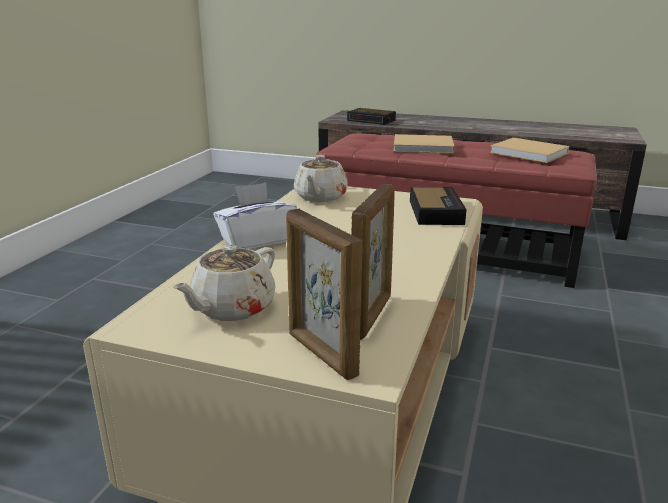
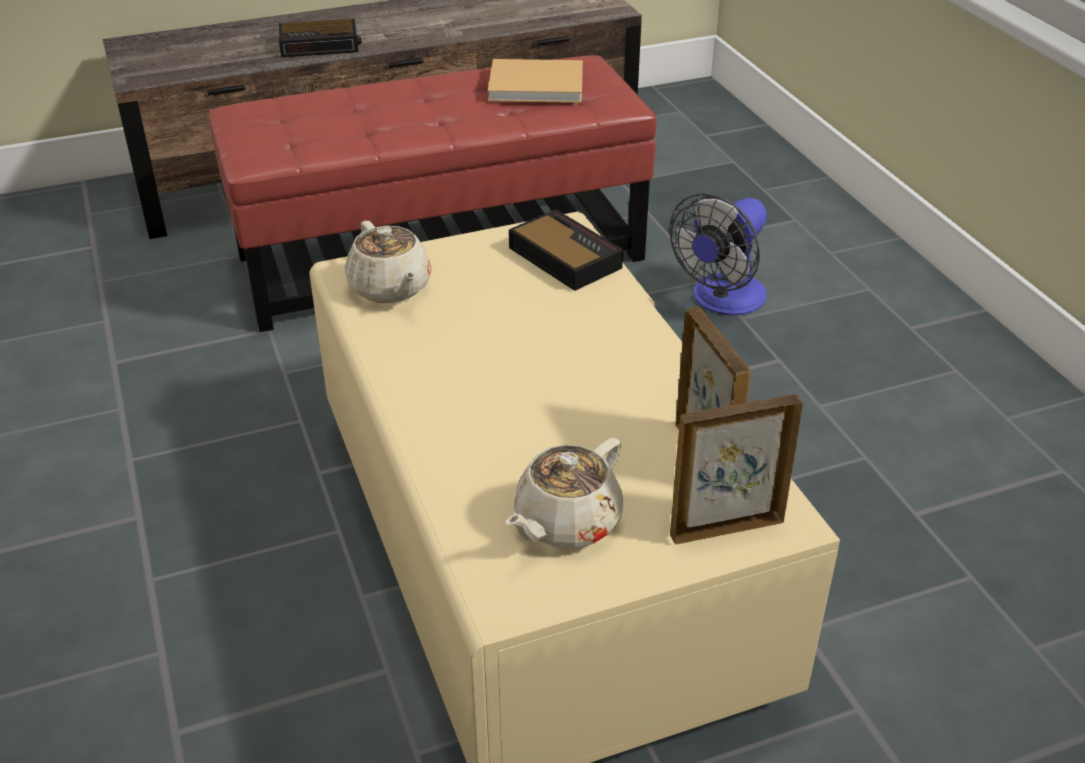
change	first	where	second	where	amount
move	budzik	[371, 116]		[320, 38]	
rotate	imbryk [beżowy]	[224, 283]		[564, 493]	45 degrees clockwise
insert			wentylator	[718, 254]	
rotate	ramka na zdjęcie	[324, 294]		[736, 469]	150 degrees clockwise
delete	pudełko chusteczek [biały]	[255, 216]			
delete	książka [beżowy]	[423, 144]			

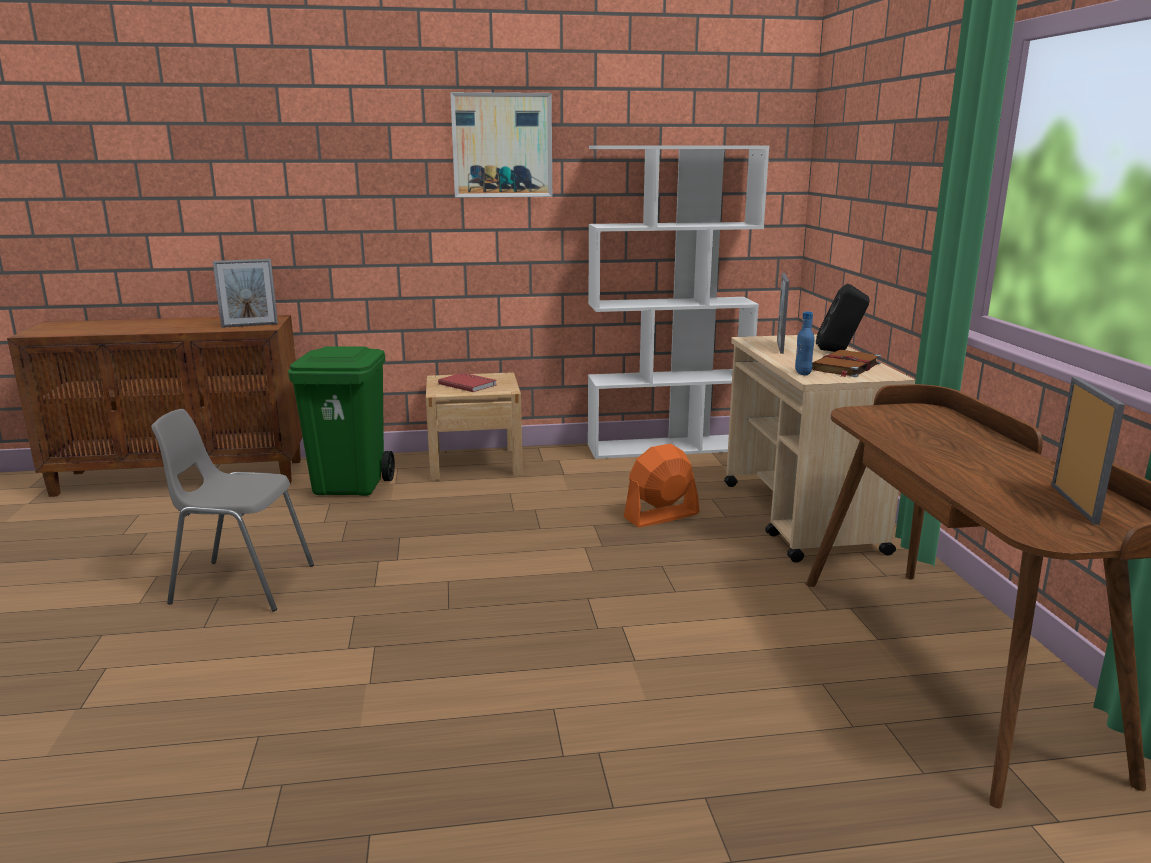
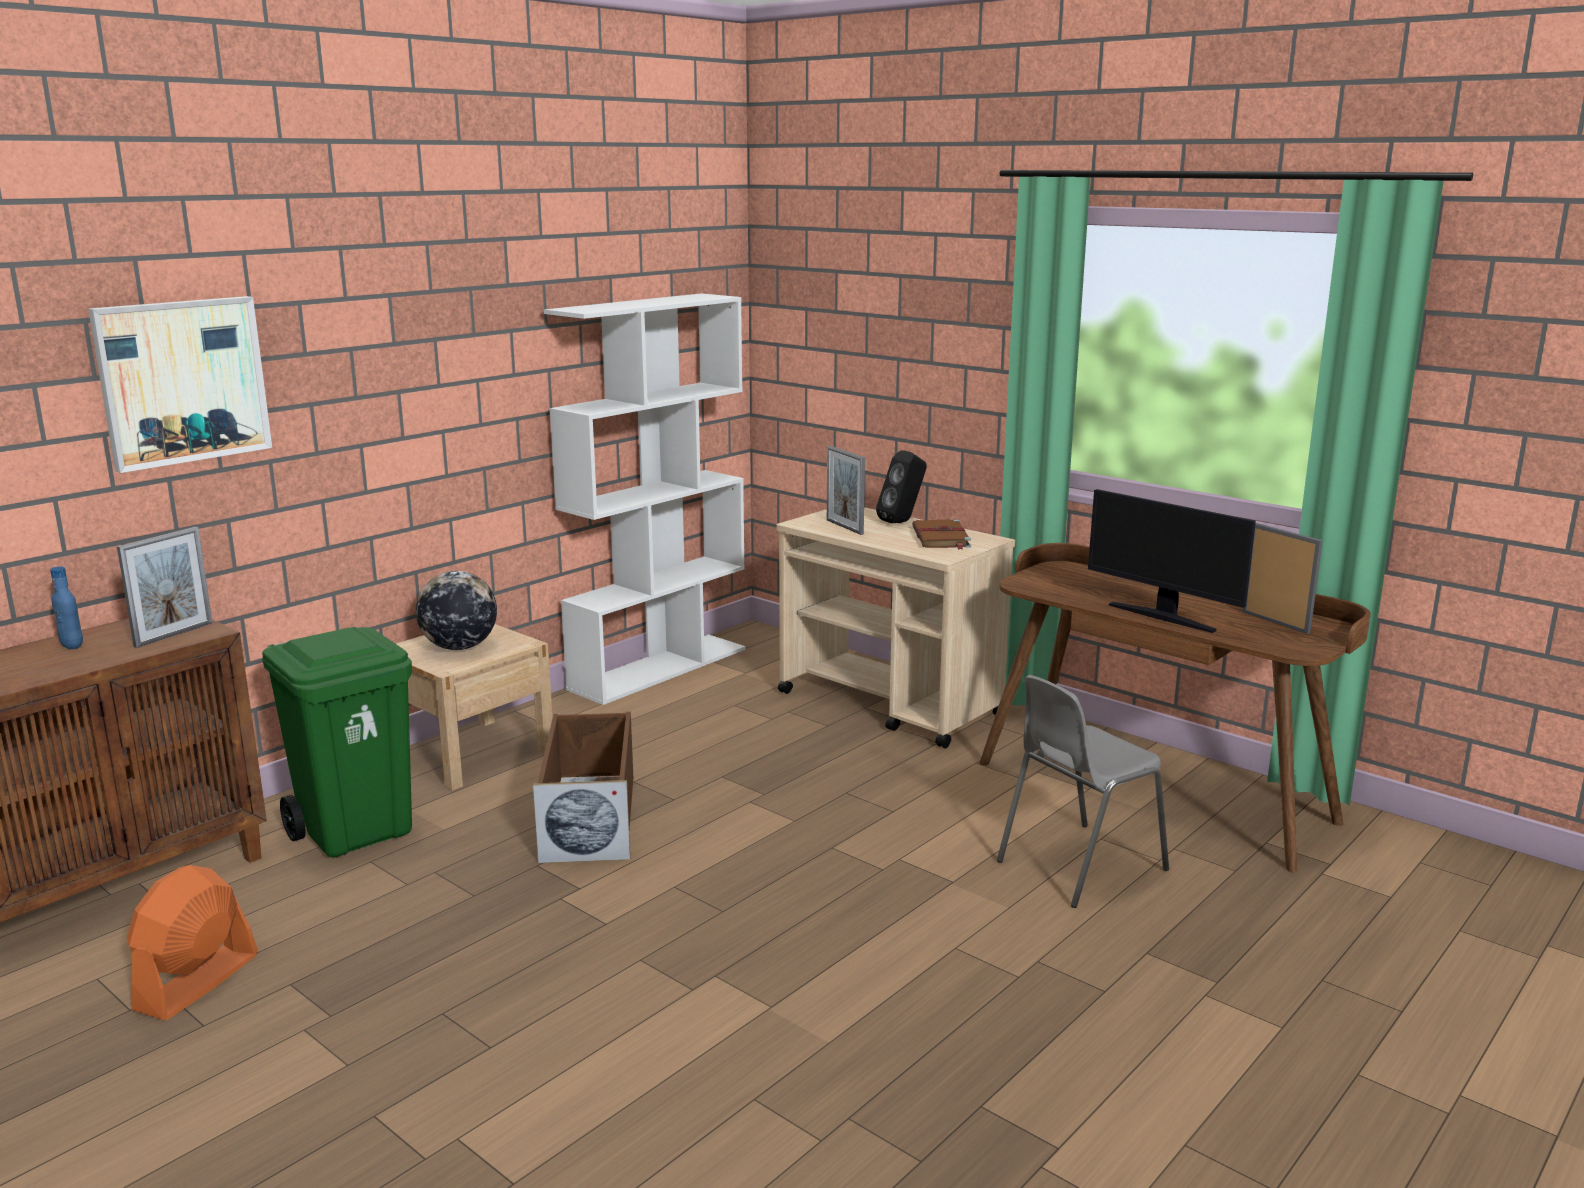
change	first	where	second	where	amount
move	butelka [niebieski]	[805, 343]		[66, 607]	
move	obraz	[501, 144]		[180, 384]	
move	wentylator [pomarańczowy]	[662, 486]		[192, 942]	
replace	książka [czerwony]	[467, 382]	globus	[456, 610]	
insert			pojemnik do przechowywania [brązowy]	[583, 787]	
move	krzesło [szary]	[232, 510]		[1083, 791]	
insert			monitor	[1172, 561]	

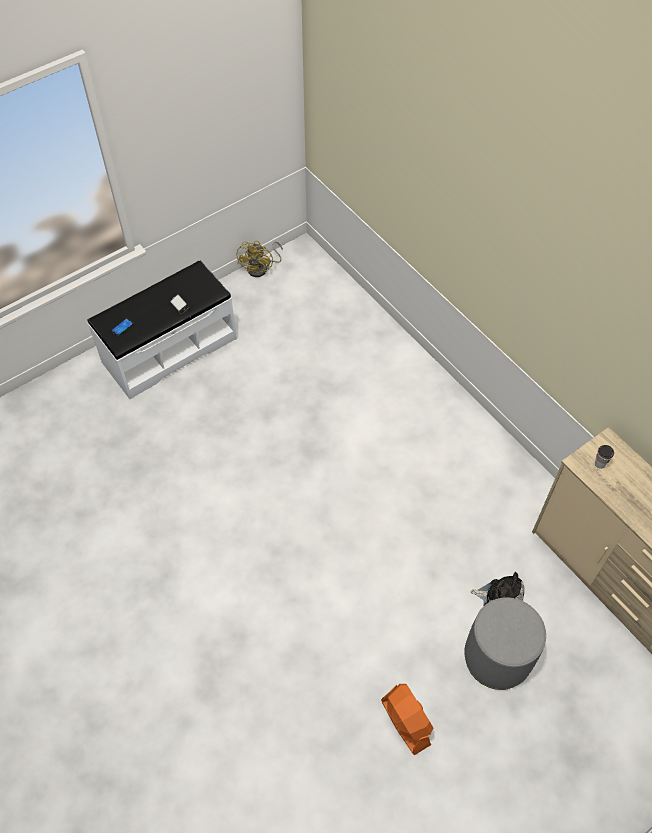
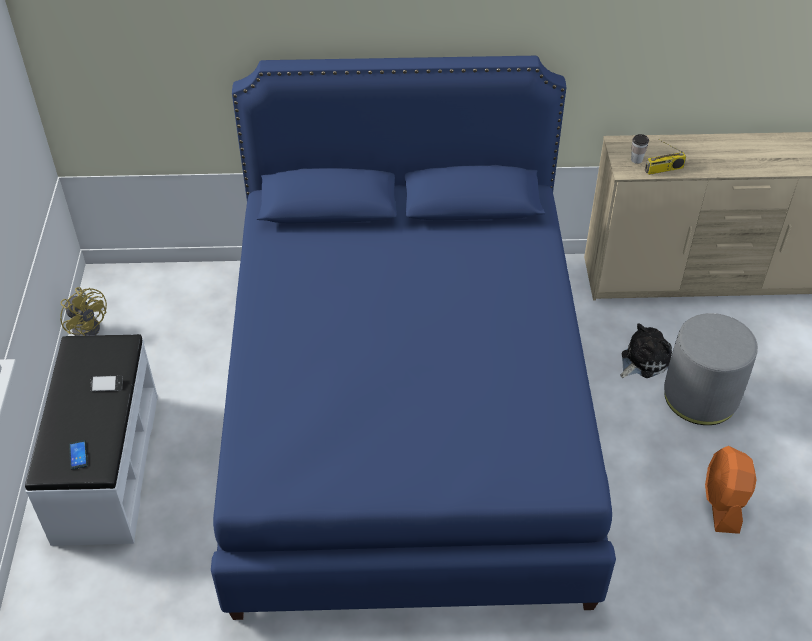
change	first	where	second	where	amount
insert			łóżko [niebieski]	[413, 338]	
insert			radio	[665, 157]	
rotate	wentylator [pomarańczowy]	[407, 719]		[730, 490]	90 degrees counterclockwise

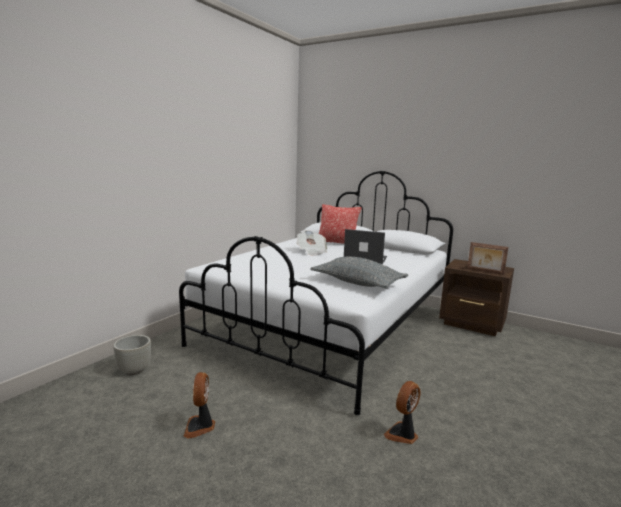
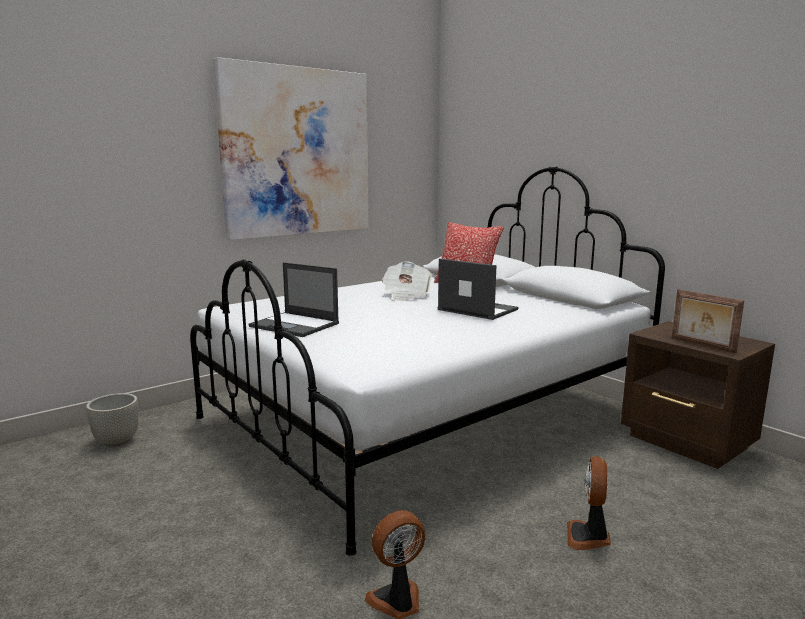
change	first	where	second	where	amount
insert			obraz	[291, 148]	
insert			laptop	[294, 299]	
move	wentylator	[199, 405]		[589, 503]	
delete	poduszka [szary]	[359, 272]			

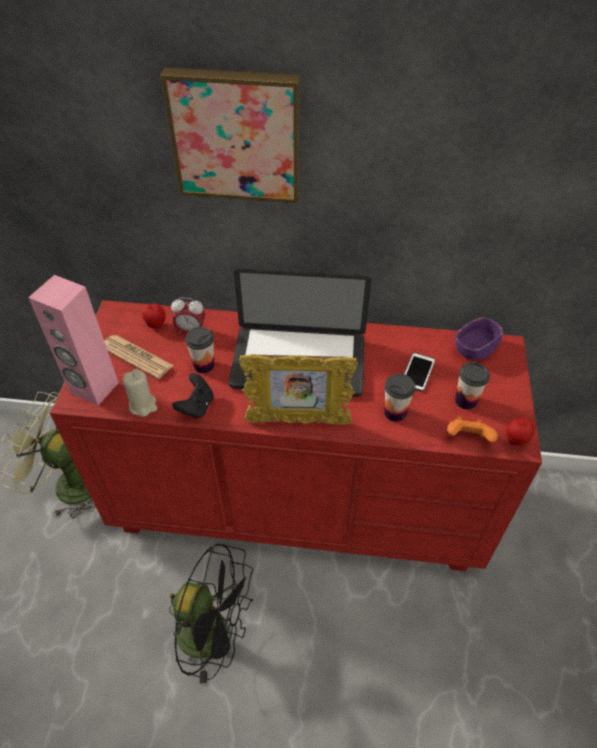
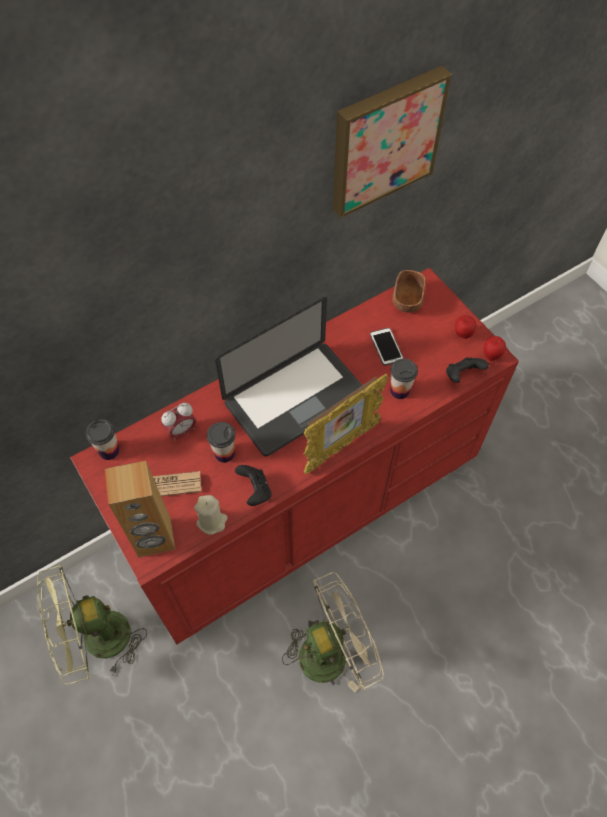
change	first	where	second	where	amount
move	filiżanka	[472, 386]		[103, 439]	
recolor	głośnik [różowy]	[73, 340]	głośnik [brązowy]	[140, 509]	
recolor	wentylator [czarny]	[211, 614]	wentylator [beżowy]	[333, 632]	
move	obraz	[230, 135]		[392, 142]	
recolor	miska [fioletowy]	[479, 338]	miska [brązowy]	[409, 291]	
recolor	pad do gier [pomarańczowy]	[472, 429]	pad do gier [czarny]	[467, 370]	
move	jabłko	[154, 316]		[465, 327]	

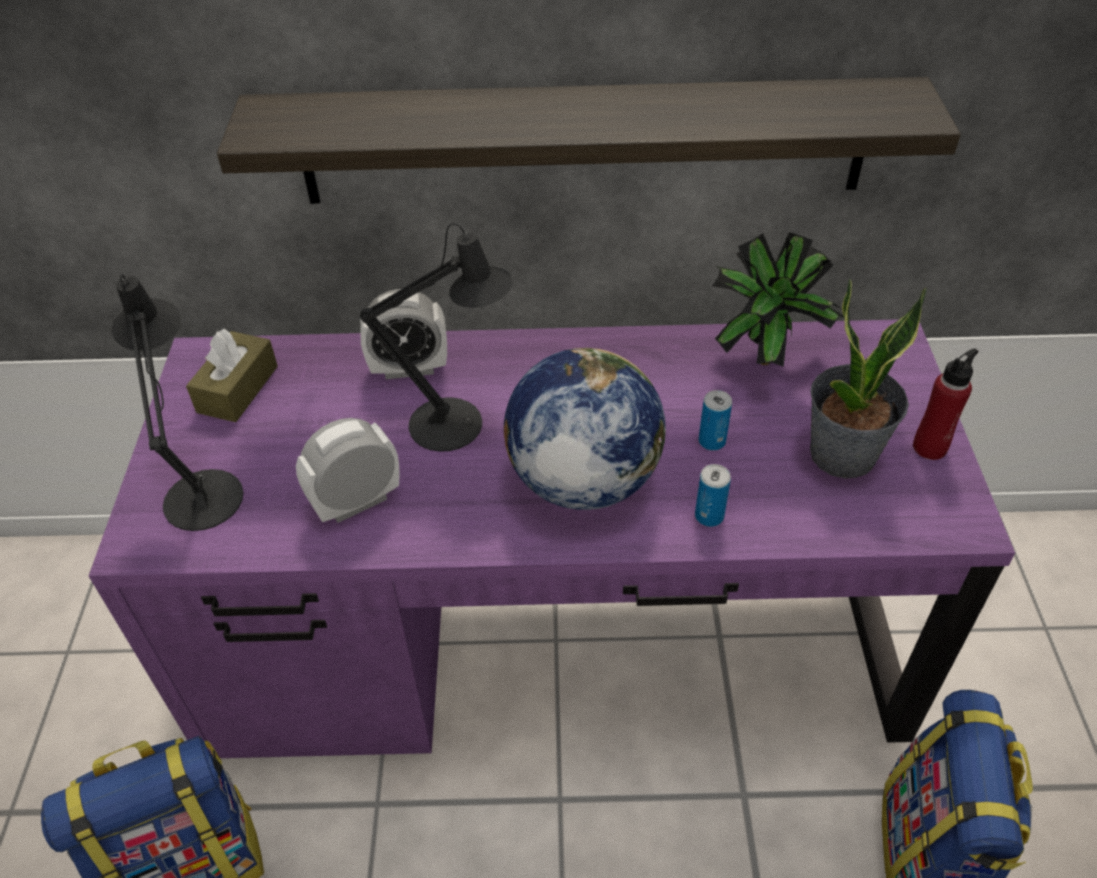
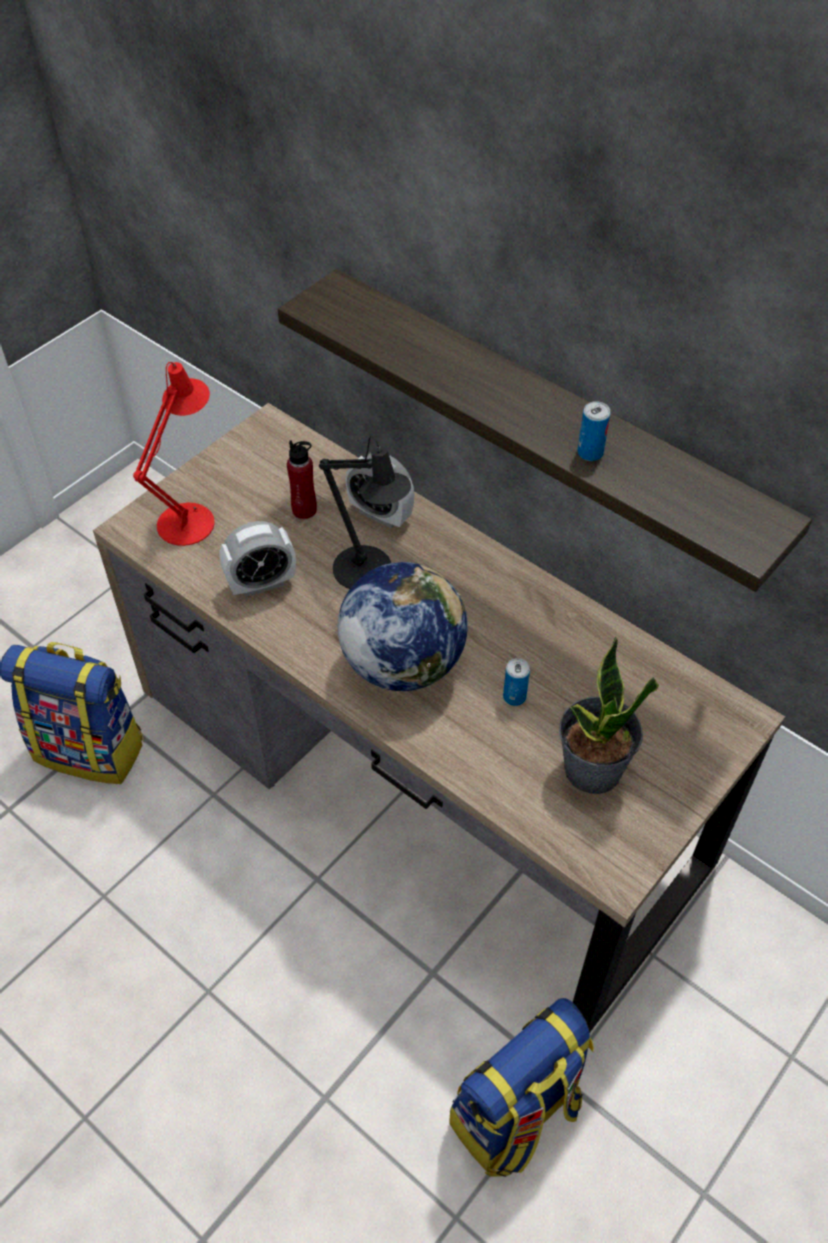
change	first	where	second	where	amount
recolor	biurko [fioletowy]	[552, 538]	biurko [brązowy]	[439, 718]	
recolor	lampa stołowa [czarny]	[178, 402]	lampa stołowa [czerwony]	[174, 454]	
rotate	budzik	[348, 470]		[257, 559]	150 degrees clockwise
move	butelka [czerwony]	[946, 404]		[302, 479]	
move	puszka	[713, 495]		[593, 431]	
delete	pudełko chusteczek [brązowy]	[232, 375]			
delete	roślina doniczkowa	[778, 299]			

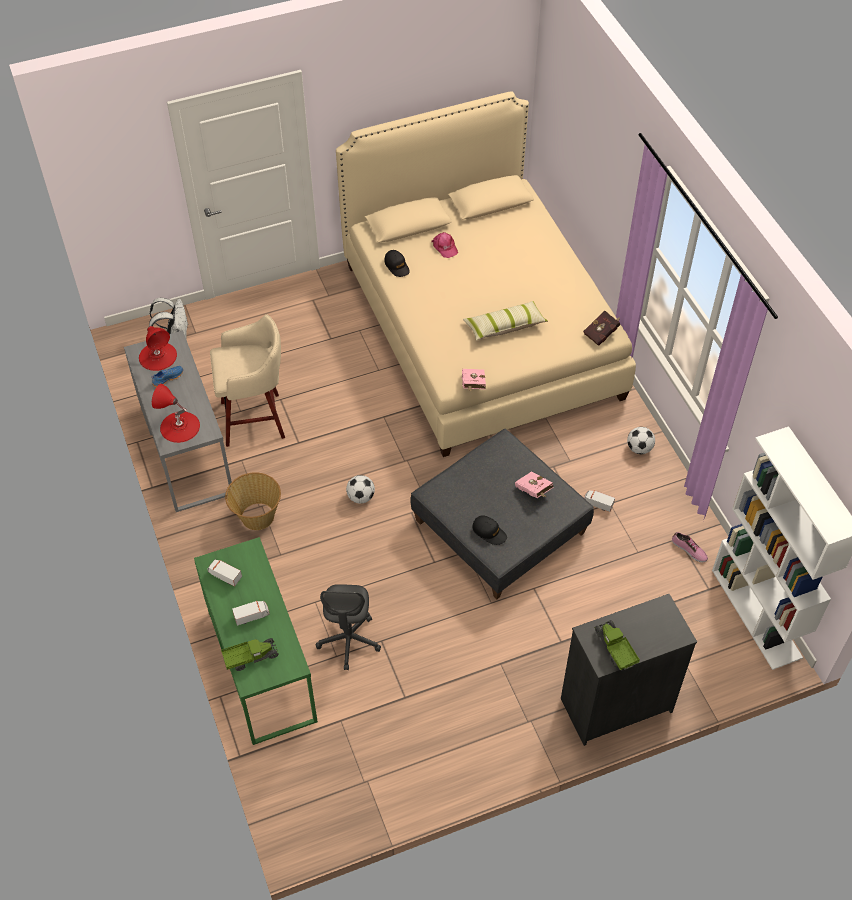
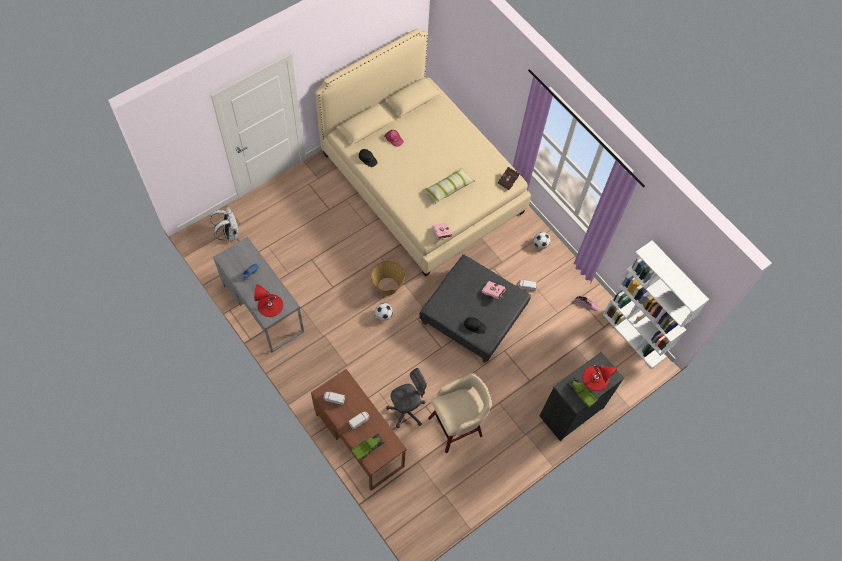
change	first	where	second	where	amount
recolor	biurko [zielony]	[256, 641]	biurko [brązowy]	[359, 430]	
move	koszyk	[253, 501]		[388, 278]	
rotate	krzesło biurowe [szary]	[348, 627]		[406, 398]	105 degrees counterclockwise
move	stołek [beżowy]	[247, 380]		[459, 413]	
move	lampa stołowa [czerwony]	[158, 348]		[599, 378]	

